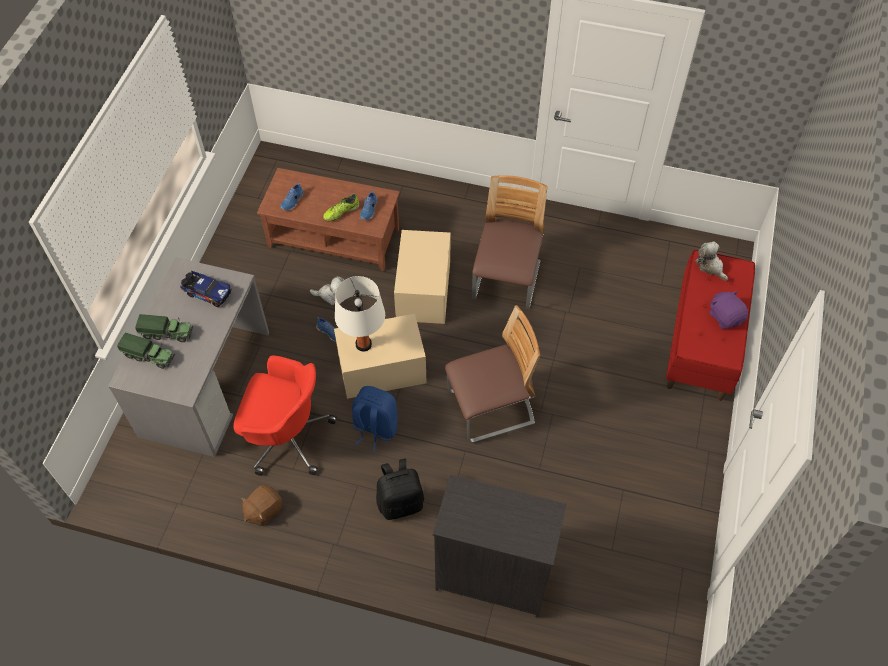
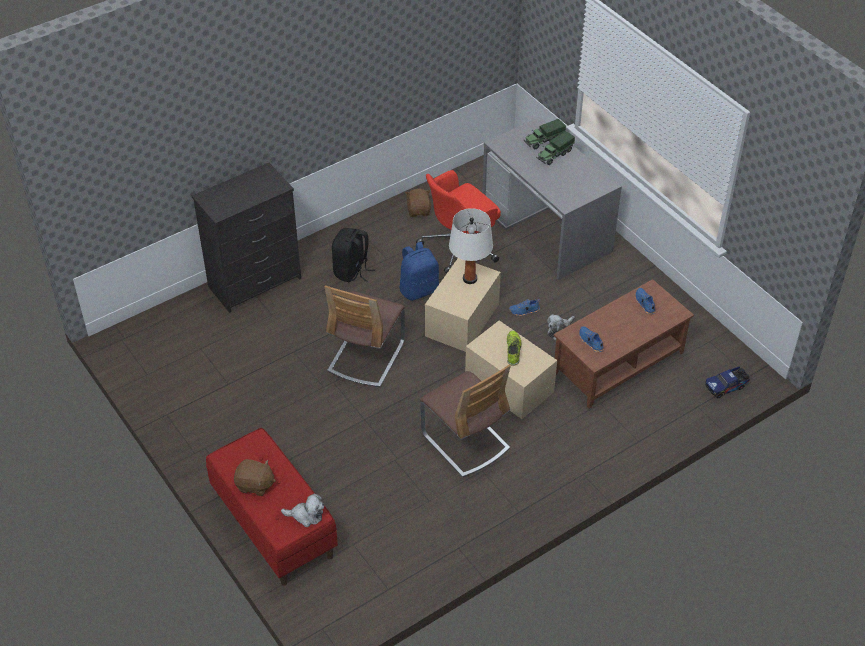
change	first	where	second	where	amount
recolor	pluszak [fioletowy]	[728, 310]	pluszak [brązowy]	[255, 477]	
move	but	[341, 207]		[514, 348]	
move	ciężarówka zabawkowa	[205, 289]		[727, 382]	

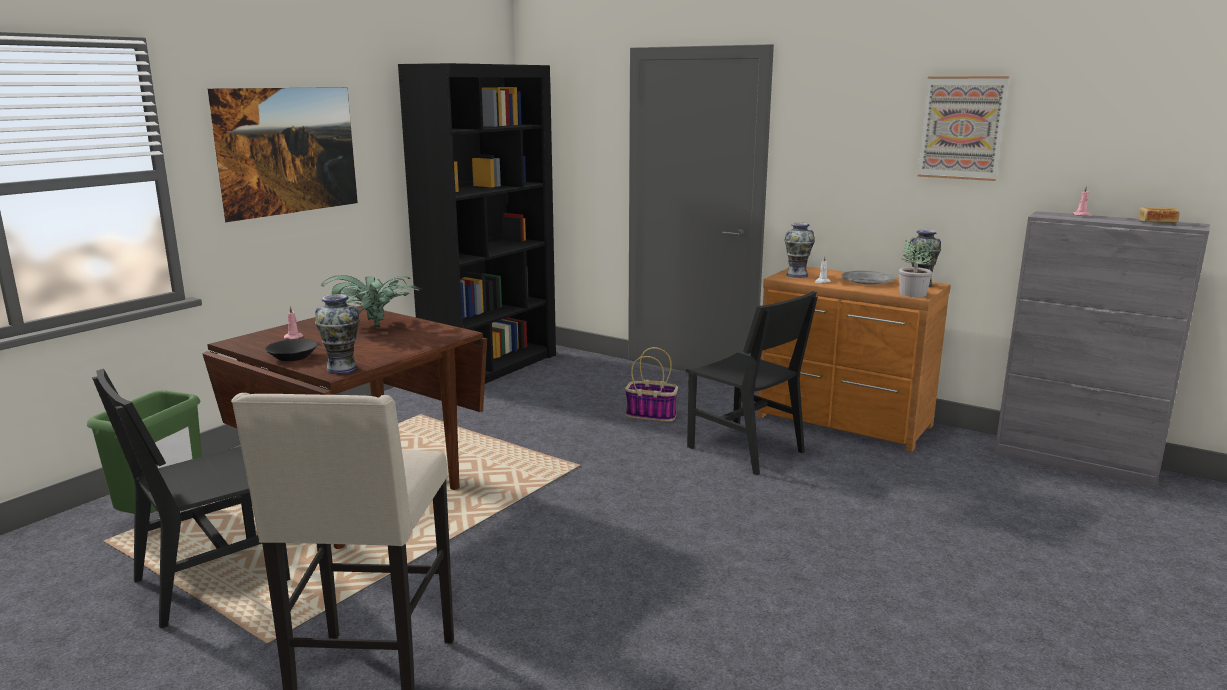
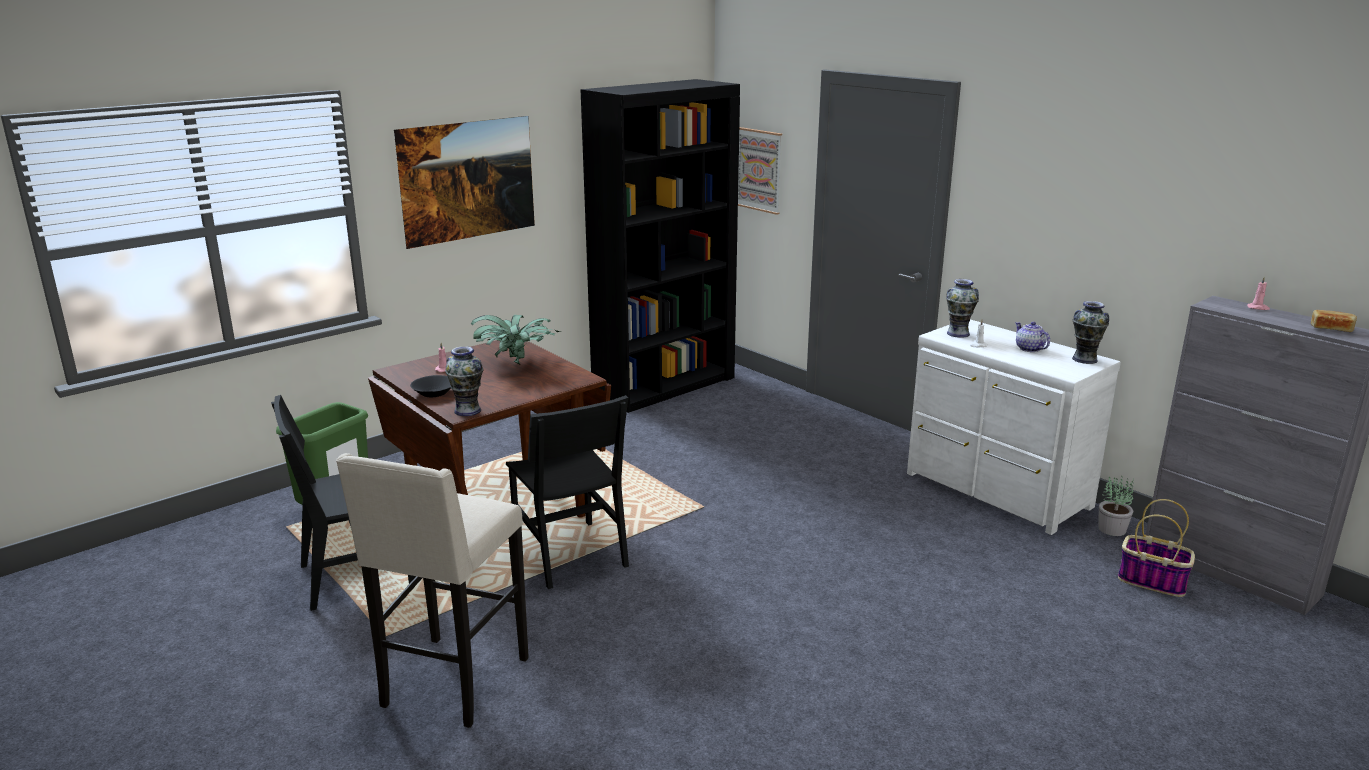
change	first	where	second	where	amount
move	krzesło [czarny]	[752, 383]		[567, 492]	
move	obraz	[963, 128]		[760, 171]	
recolor	komoda [brązowy]	[854, 359]	komoda [biały]	[1014, 427]	
replace	talerz [szary]	[868, 278]	imbryk	[1032, 337]	
move	roślina doniczkowa	[915, 267]		[1116, 506]	
move	koszyk	[651, 384]		[1156, 548]	

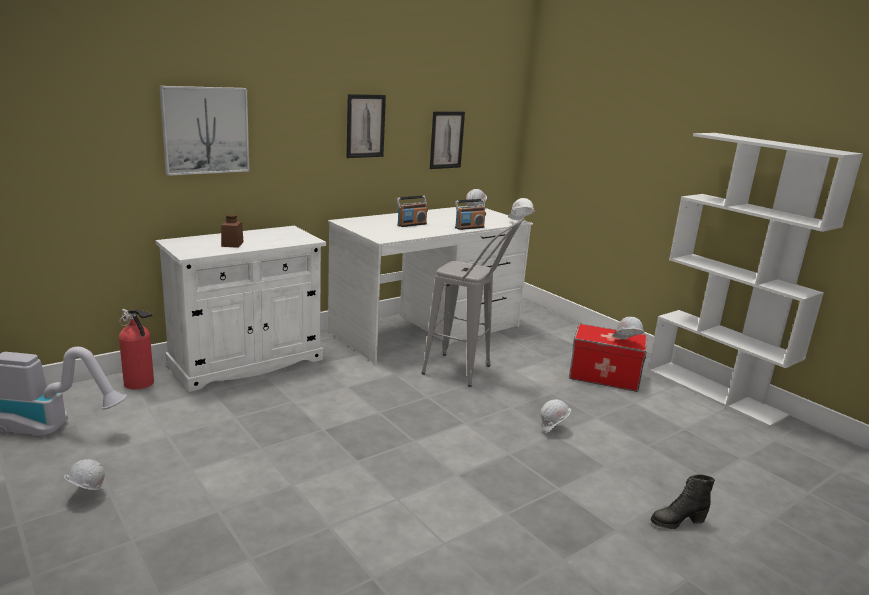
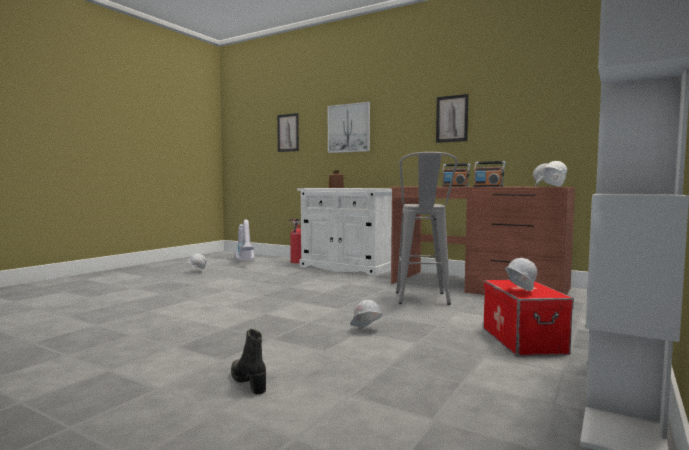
change	first	where	second	where	amount
move	obraz	[447, 140]		[288, 132]	
recolor	biurko [biały]	[430, 285]	biurko [brązowy]	[482, 241]	

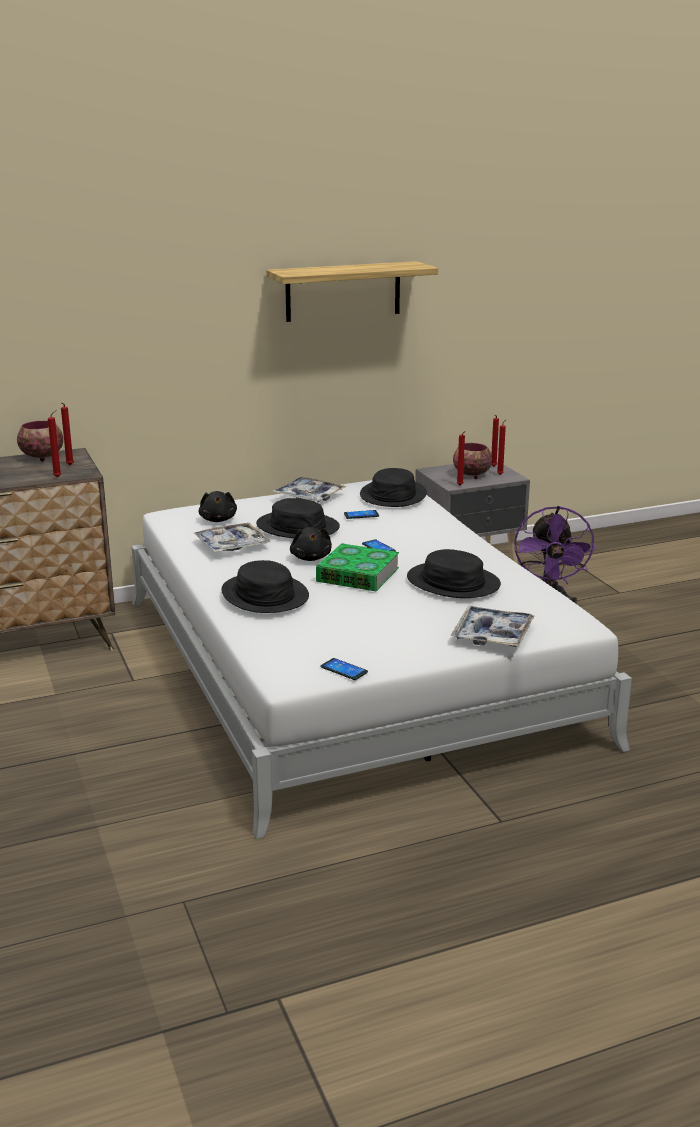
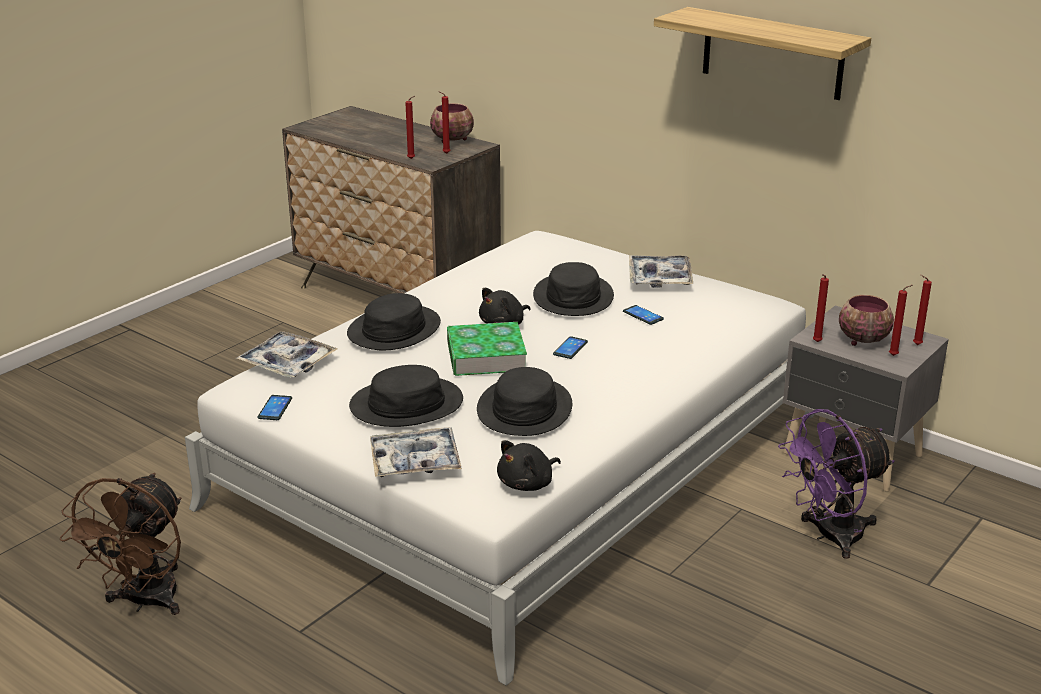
change	first	where	second	where	amount
insert			wentylator [brązowy]	[120, 544]	
move	taca	[233, 537]		[287, 354]	
move	kapelusz [czarny]	[393, 487]		[406, 396]	
move	pluszak [czarny]	[217, 506]		[529, 465]	

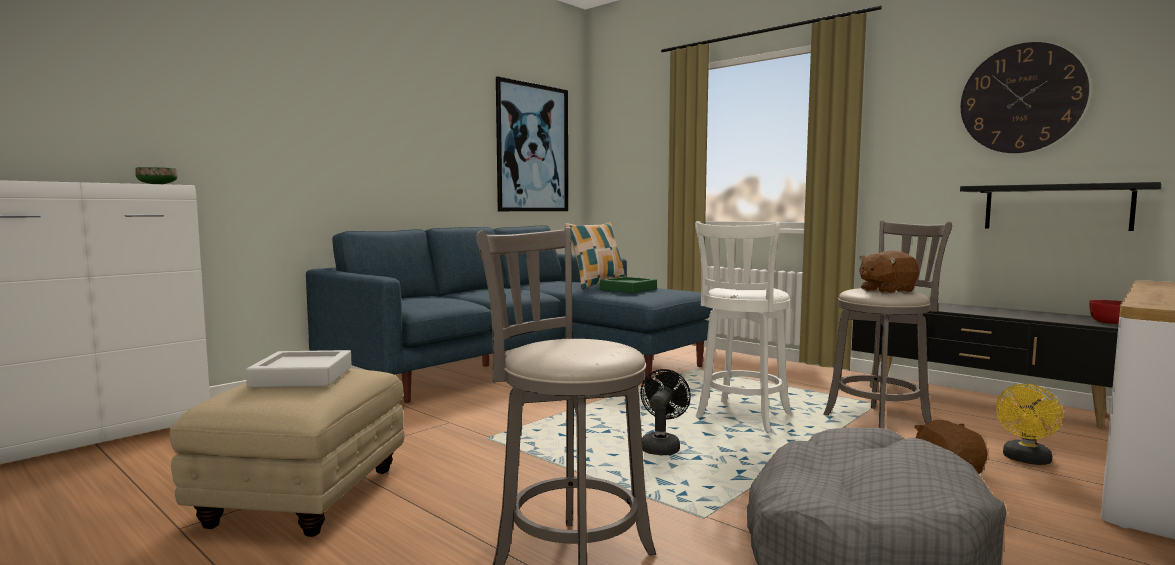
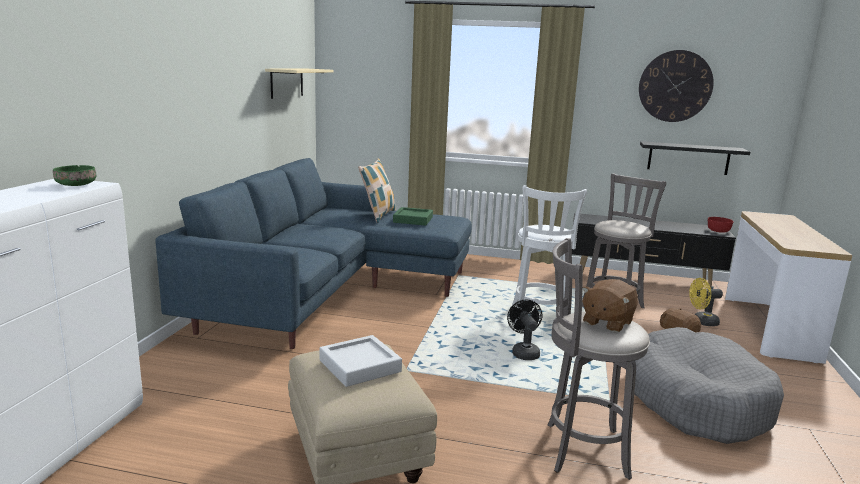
change	first	where	second	where	amount
replace	obraz	[532, 144]	półka [beżowy]	[299, 83]	
move	pluszak [brązowy]	[889, 272]		[610, 305]	
rotate	wentylator [żółty]	[1029, 424]		[706, 302]	75 degrees clockwise

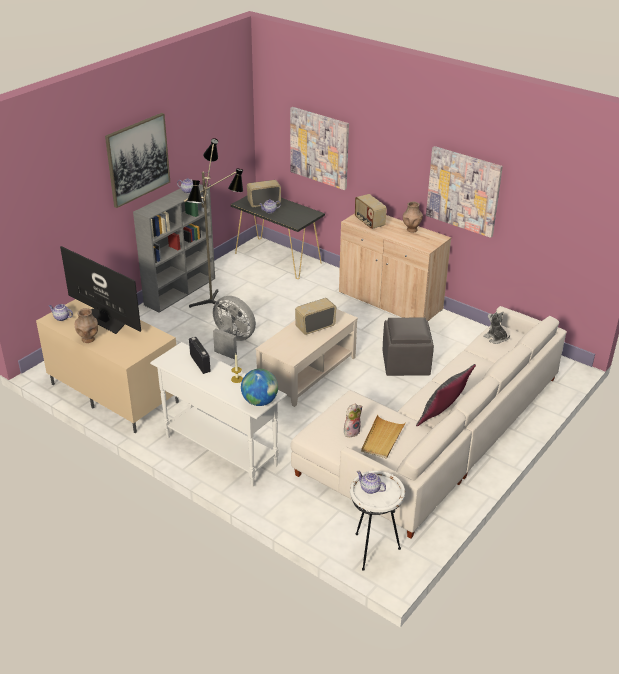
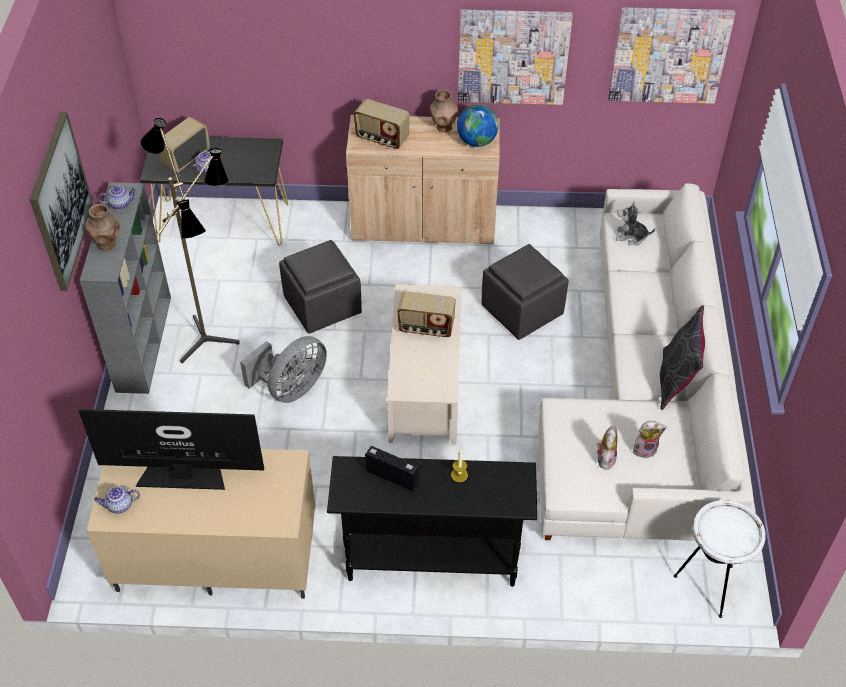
change	first	where	second	where	amount
move	wazon [brązowy]	[86, 325]		[102, 227]	
rotate	wentylator [szary]	[234, 327]		[283, 369]	135 degrees clockwise
insert			pufa [szary]	[320, 287]	
recolor	stolik konsolowy [biały]	[218, 414]	stolik konsolowy [czarny]	[432, 521]	
rotate	radio	[315, 316]		[426, 314]	105 degrees counterclockwise
move	globus	[259, 387]		[478, 125]	
move	obraz	[319, 148]		[671, 55]	
replace	taca [beżowy]	[383, 437]	pluszak	[650, 439]	
delete	imbryk	[371, 482]			

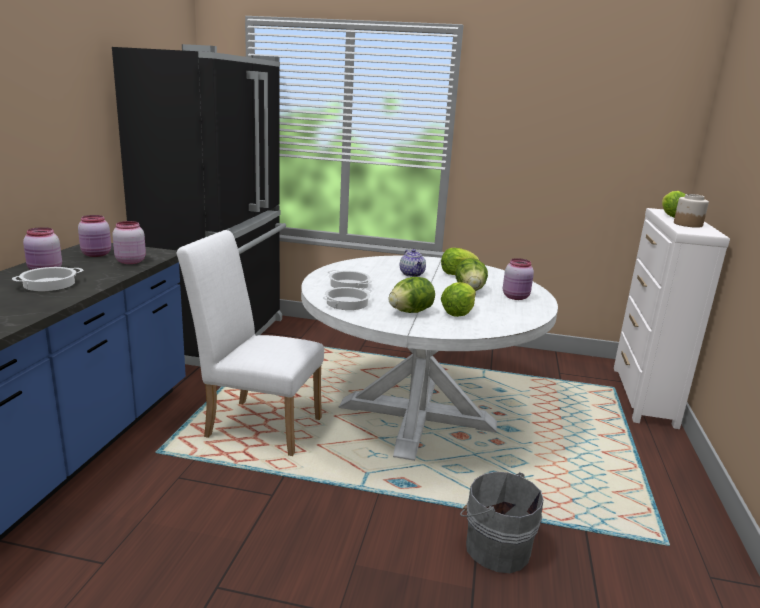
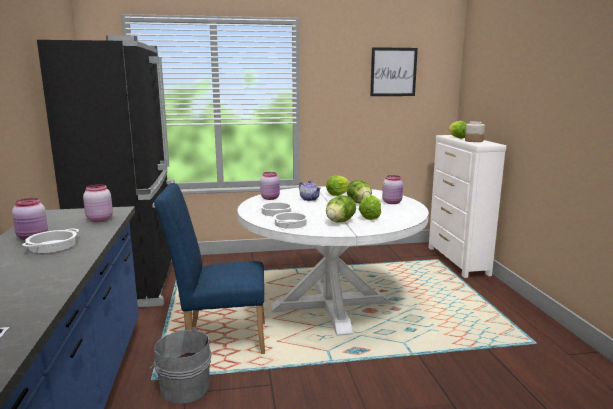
change	first	where	second	where	amount
move	wiadro [szary]	[502, 522]		[180, 366]	
recolor	krzesło [biały]	[250, 343]	krzesło [niebieski]	[209, 268]	
move	słoik [różowy]	[94, 236]		[270, 186]	
insert			obraz	[394, 71]	

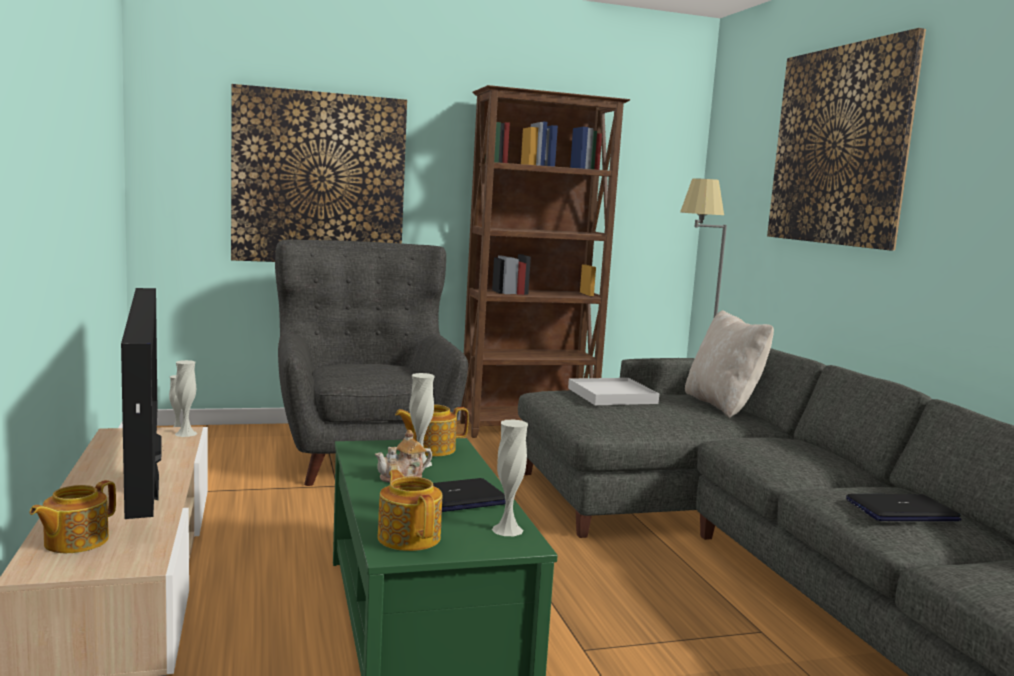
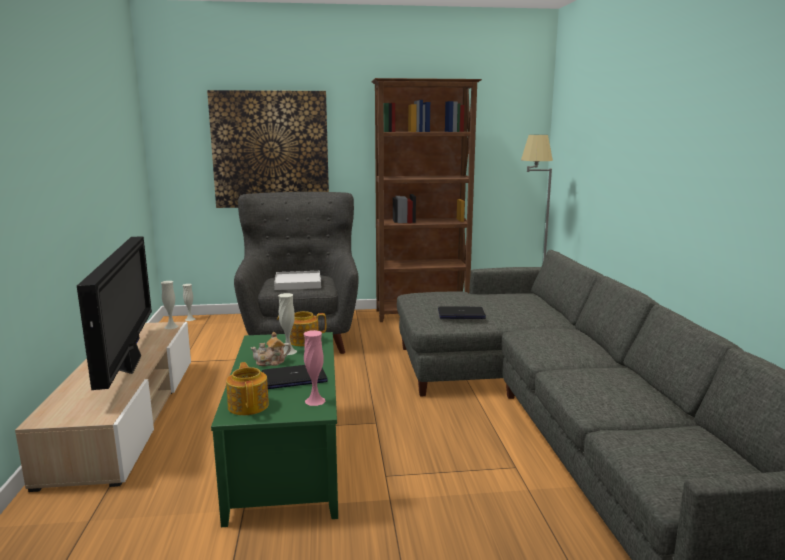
change	first	where	second	where	amount
move	taca [biały]	[613, 391]		[297, 280]	
recolor	wazon [biały]	[510, 478]	wazon [różowy]	[315, 368]	
move	laptop	[904, 507]		[462, 312]	
delete	imbryk	[72, 516]			
delete	poduszka [beżowy]	[729, 364]			
delete	obraz	[846, 139]			

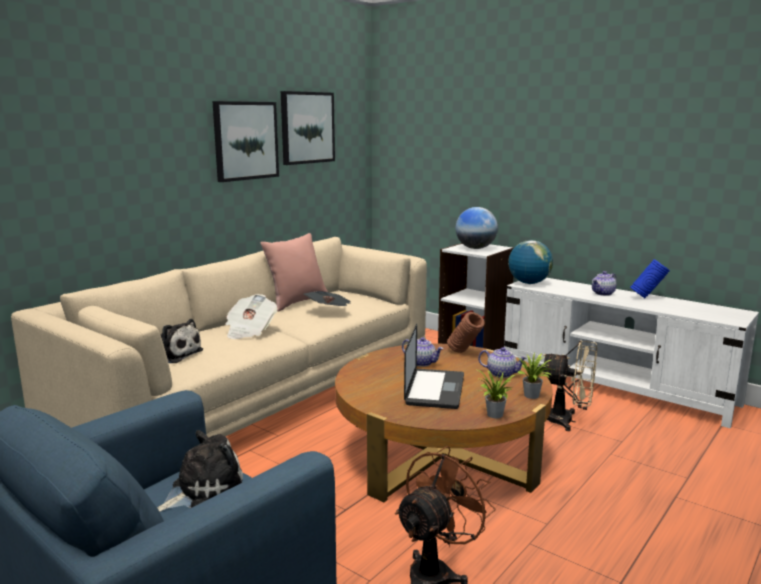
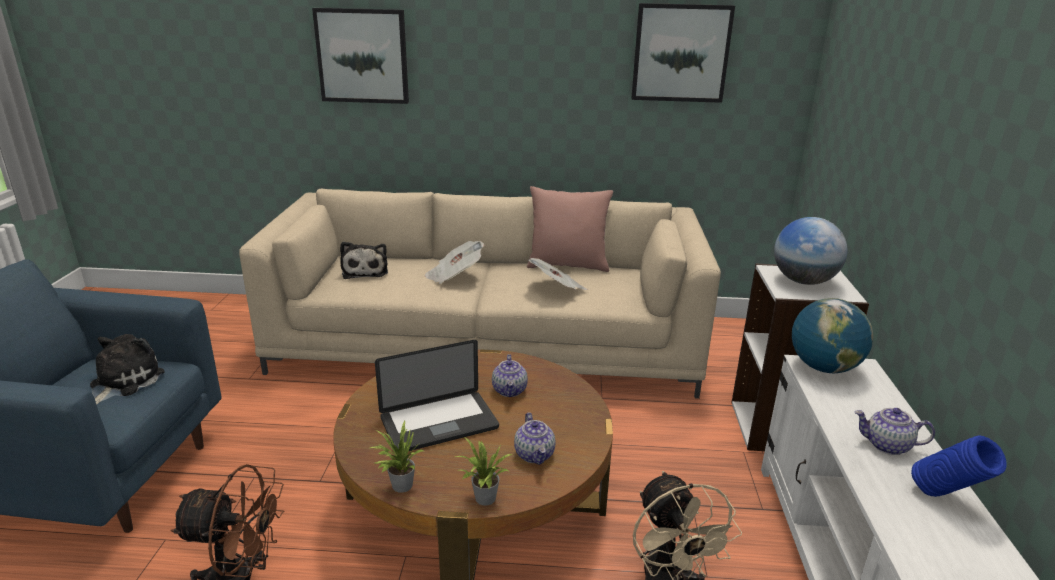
change	first	where	second	where	amount
rotate	pluszak	[200, 471]		[127, 369]	90 degrees counterclockwise
move	obraz	[245, 141]		[360, 56]	
delete	wazon [brązowy]	[466, 332]			

